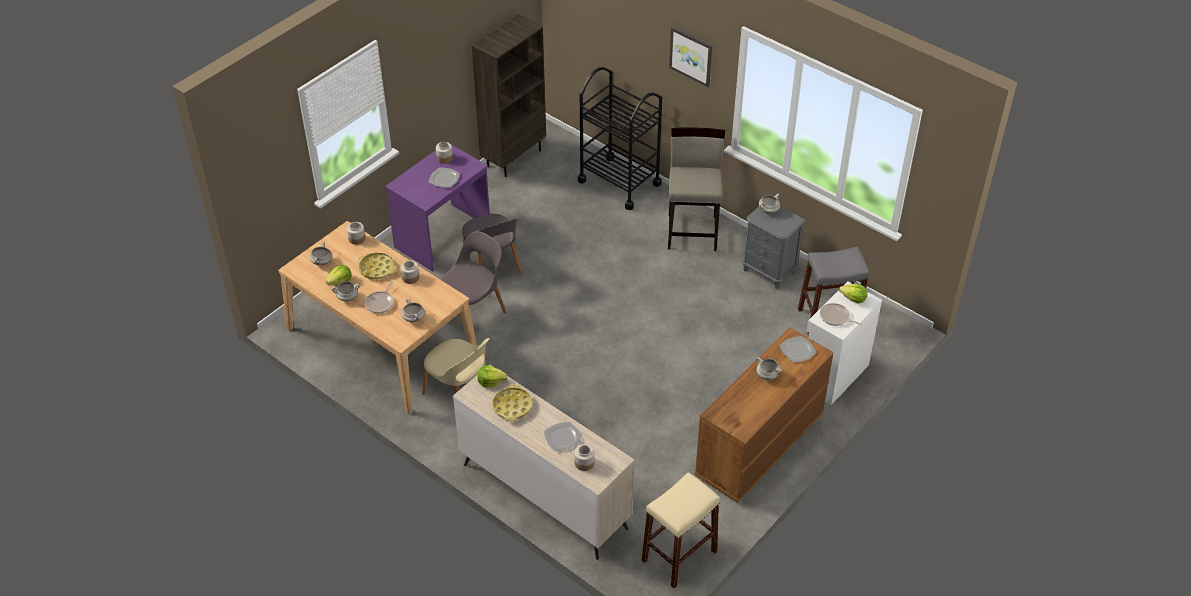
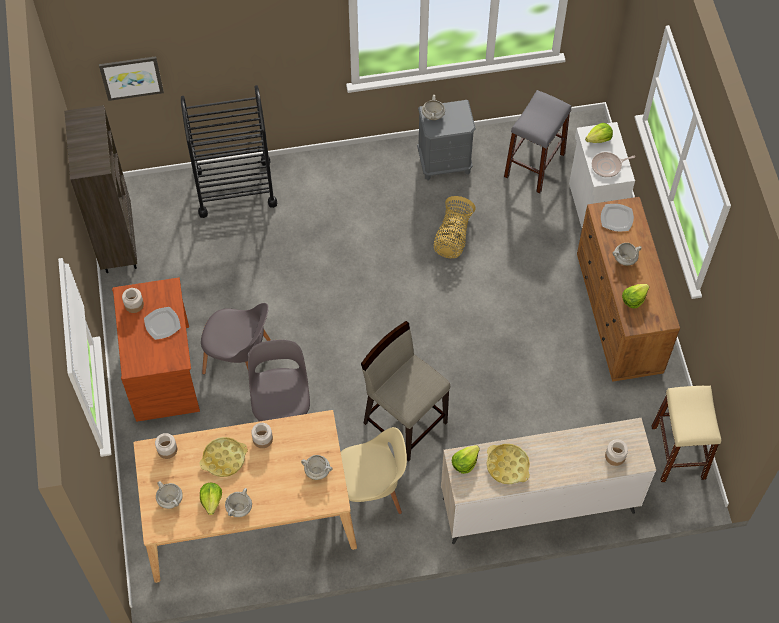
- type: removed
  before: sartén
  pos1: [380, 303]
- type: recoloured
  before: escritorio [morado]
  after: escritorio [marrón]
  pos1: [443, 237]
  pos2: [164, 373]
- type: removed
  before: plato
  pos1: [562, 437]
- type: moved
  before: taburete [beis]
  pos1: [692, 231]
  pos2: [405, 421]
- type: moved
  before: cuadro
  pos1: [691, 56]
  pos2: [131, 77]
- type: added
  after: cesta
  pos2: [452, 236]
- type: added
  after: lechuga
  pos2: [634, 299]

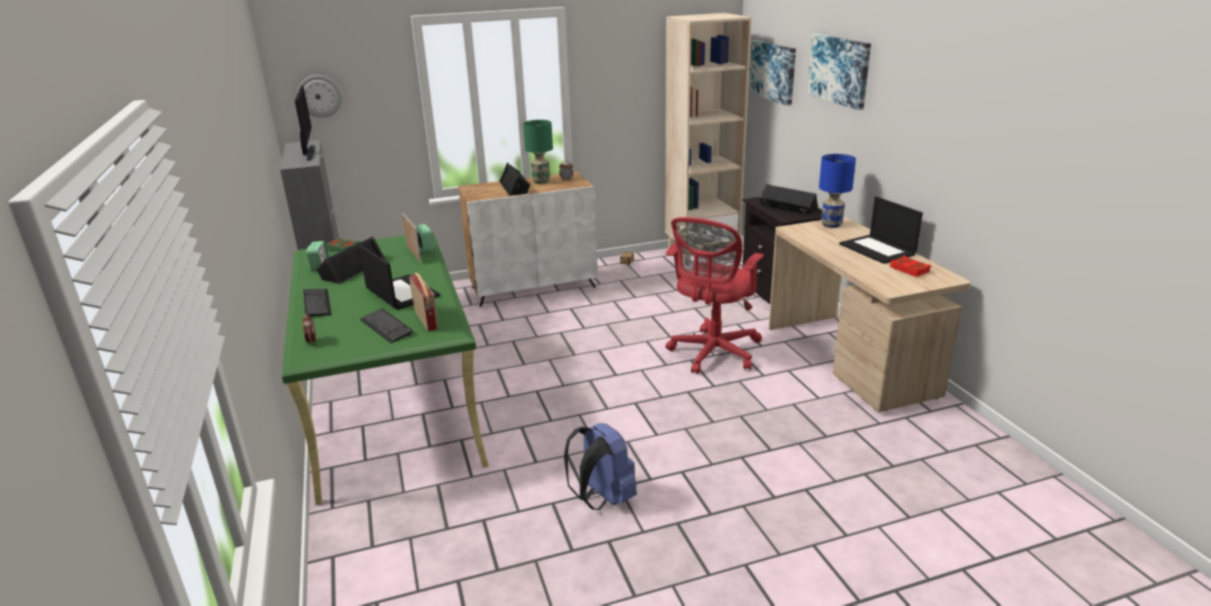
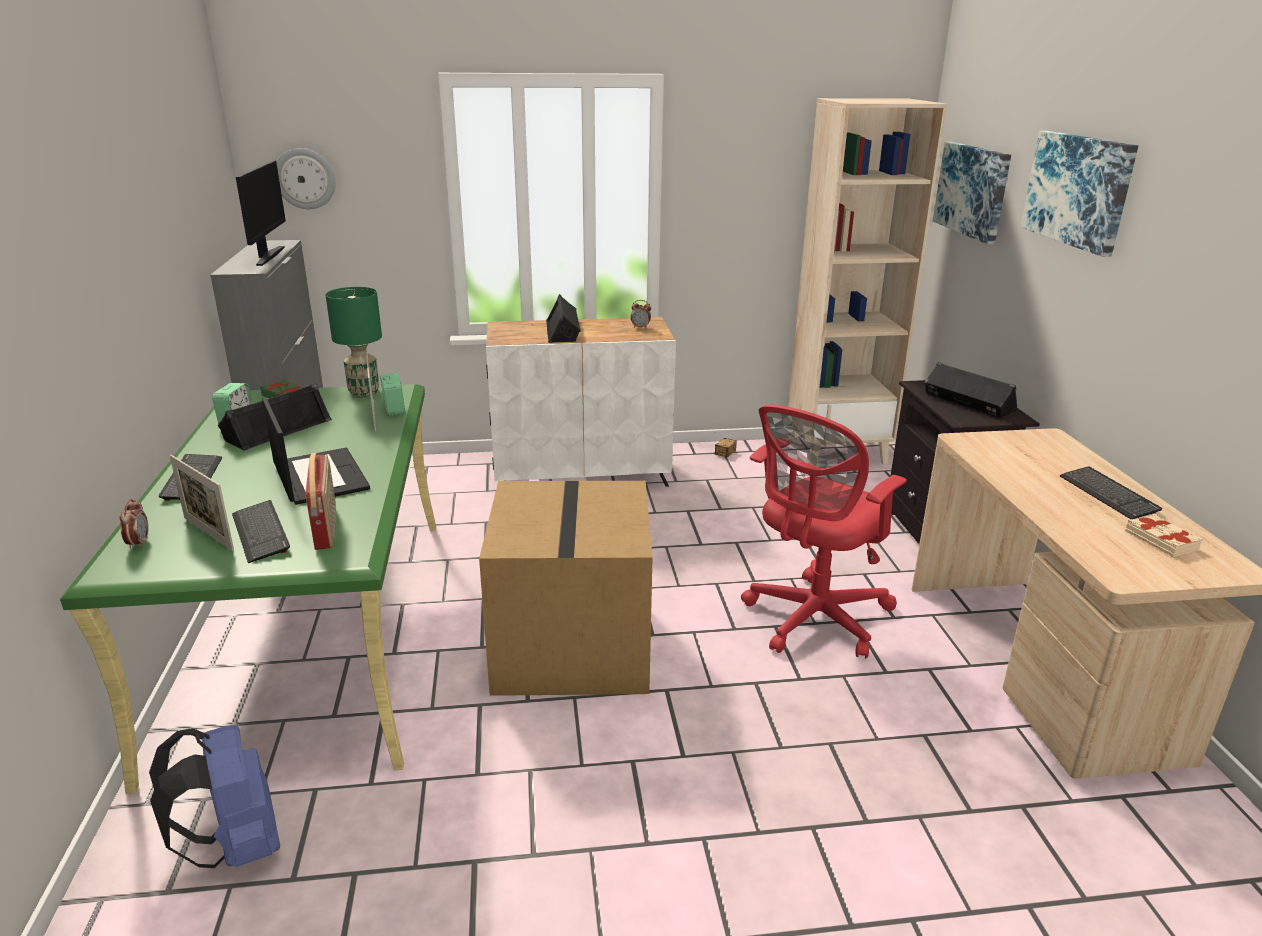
- type: moved
  before: lámpara de mesa [verde]
  pos1: [541, 182]
  pos2: [363, 392]
- type: moved
  before: mochila [azul]
  pos1: [602, 499]
  pos2: [236, 846]
- type: removed
  before: lámpara de mesa [azul]
  pos1: [832, 225]
- type: replaced
  before: portátil
  after: teclado
  pos1: [878, 249]
  pos2: [1108, 494]
- type: recoloured
  before: libro [rojo]
  after: libro [beis]
  pos1: [909, 269]
  pos2: [1161, 540]
- type: added
  after: portarretratos
  pos2: [208, 534]
- type: added
  after: caja de cartón
  pos2: [570, 644]

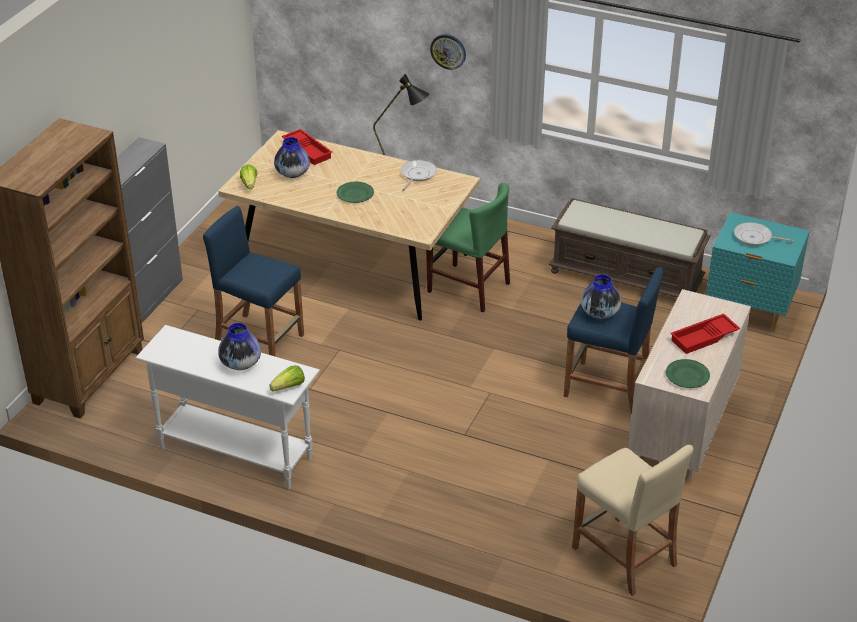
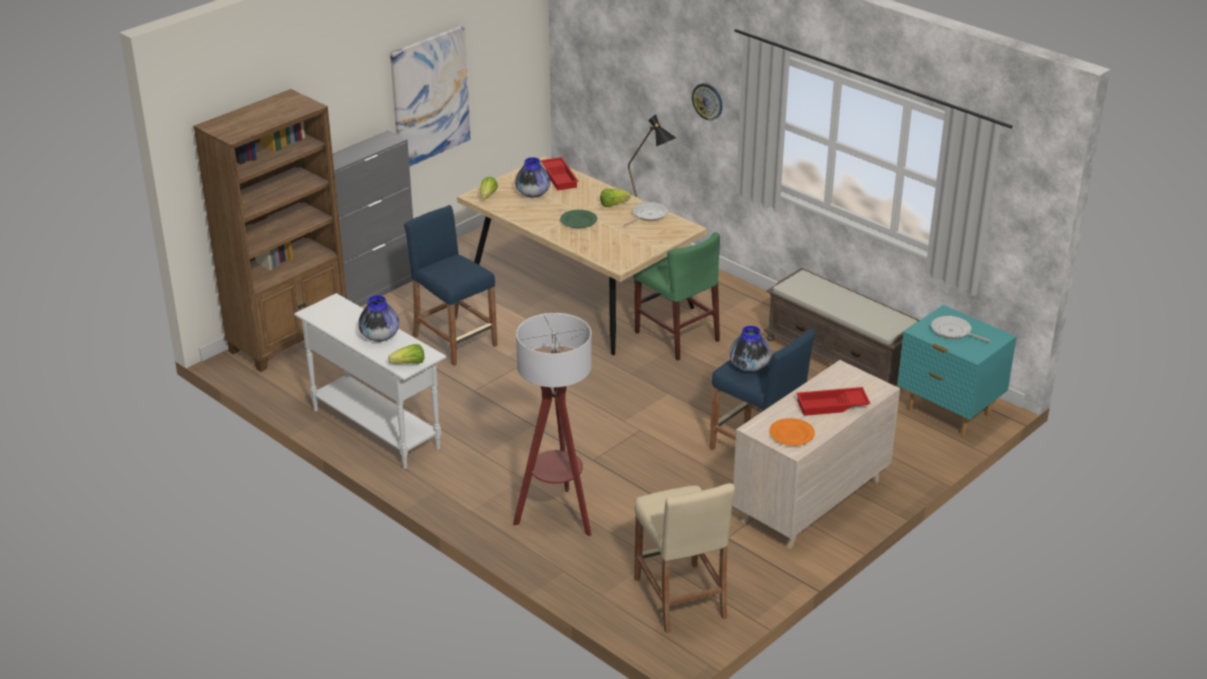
- type: recoloured
  before: plato [verde]
  after: plato [naranja]
  pos1: [687, 376]
  pos2: [791, 435]
- type: added
  after: cuadro
  pos2: [430, 97]
- type: added
  after: lámpara de pie
  pos2: [557, 516]
- type: added
  after: lechuga
  pos2: [613, 204]

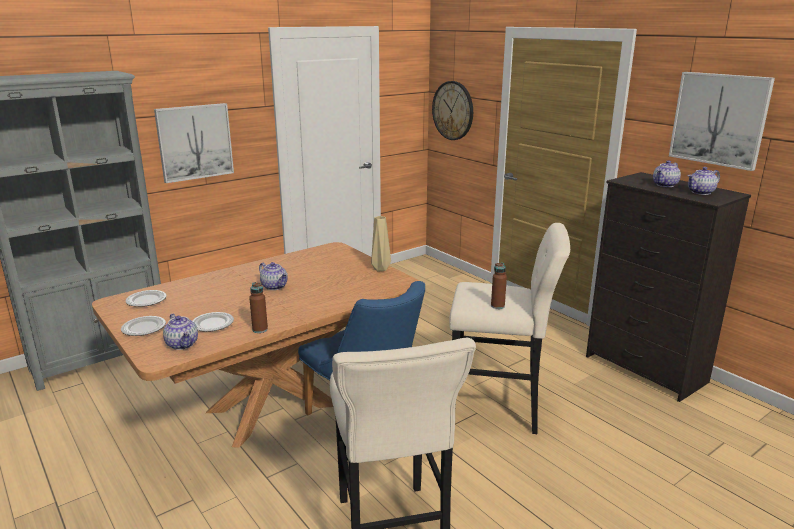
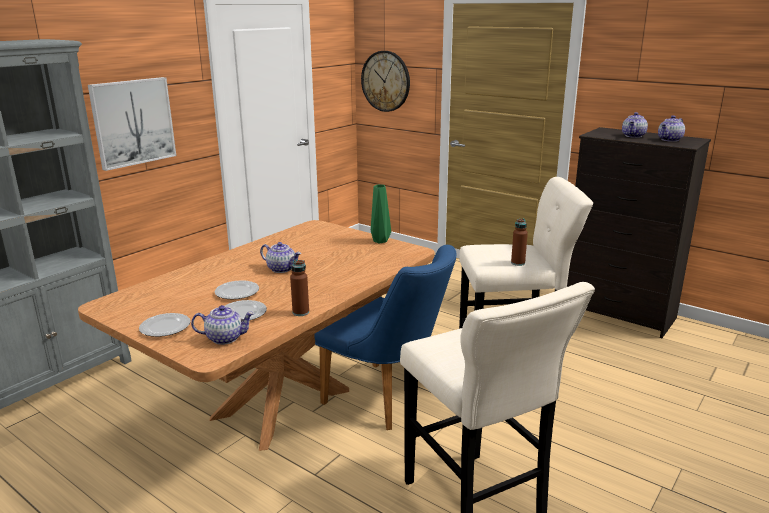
- type: moved
  before: plato
  pos1: [147, 300]
  pos2: [237, 292]
- type: turned
  before: tetera
  pos1: [182, 344]
  pos2: [225, 338]
  turn: -45
- type: recoloured
  before: florero [beis]
  after: florero [verde]
  pos1: [380, 269]
  pos2: [379, 241]
- type: removed
  before: cuadro
  pos1: [719, 119]

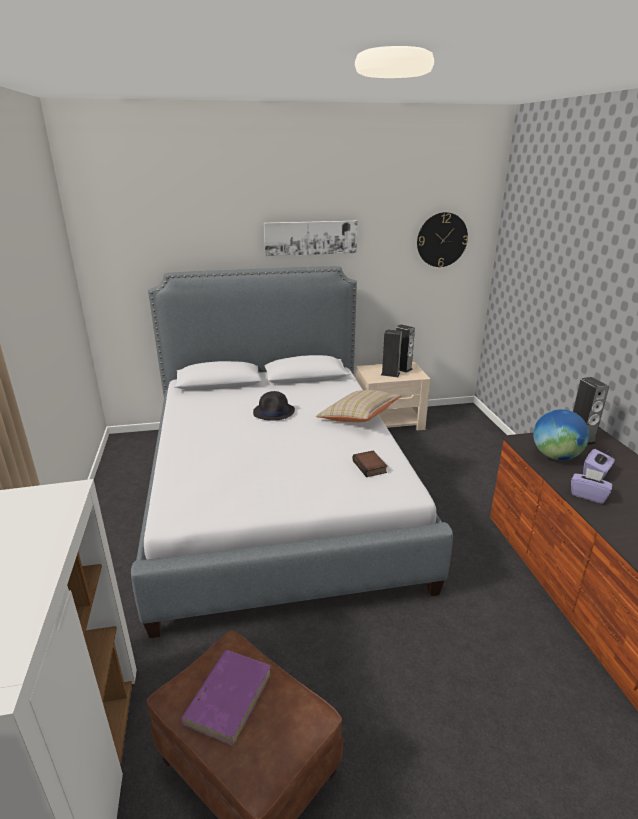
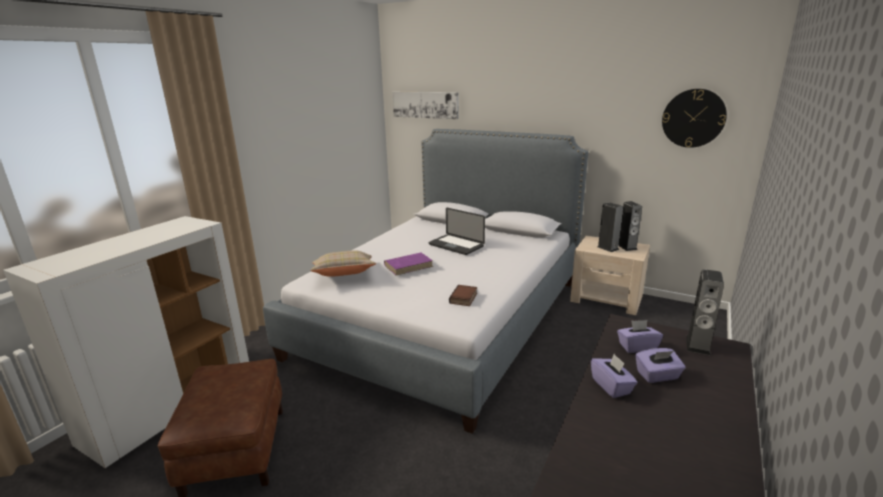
- type: moved
  before: libro [morado]
  pos1: [229, 697]
  pos2: [409, 266]
- type: replaced
  before: sombrero [negro]
  after: portátil
  pos1: [274, 412]
  pos2: [456, 245]
- type: moved
  before: cuadro
  pos1: [310, 237]
  pos2: [425, 104]
- type: moved
  before: cojín [beis]
  pos1: [358, 418]
  pos2: [344, 275]
- type: replaced
  before: globo terráqueo
  after: caja de pañuelos [morado]
  pos1: [555, 456]
  pos2: [637, 347]

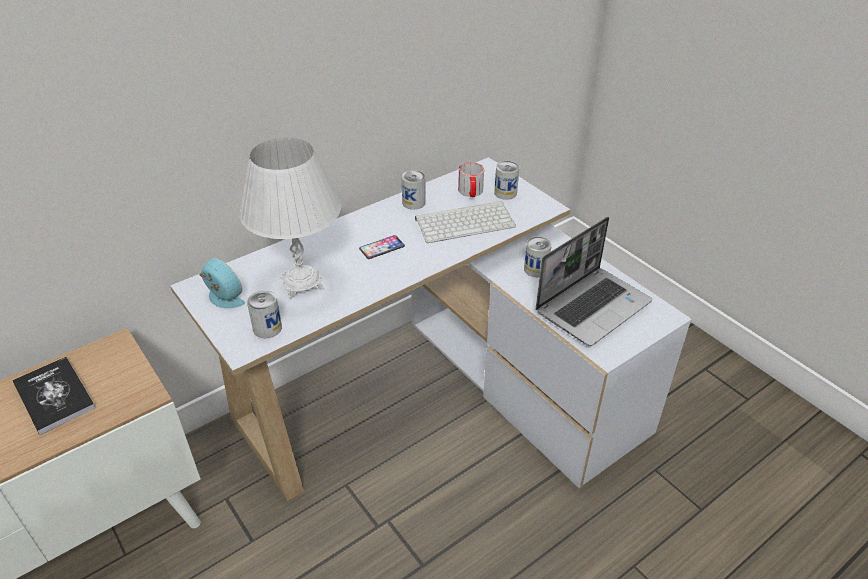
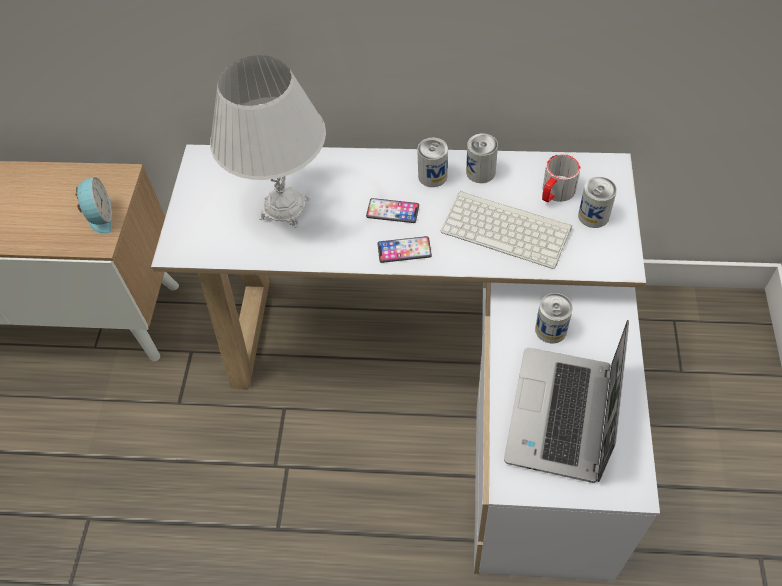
- type: removed
  before: libro
  pos1: [54, 396]
- type: moved
  before: despertador
  pos1: [223, 299]
  pos2: [100, 217]
- type: moved
  before: lata
  pos1: [267, 328]
  pos2: [432, 176]
- type: turned
  before: portátil
  pos1: [593, 306]
  pos2: [562, 417]
  turn: 105
- type: added
  after: móvil
  pos2: [404, 250]

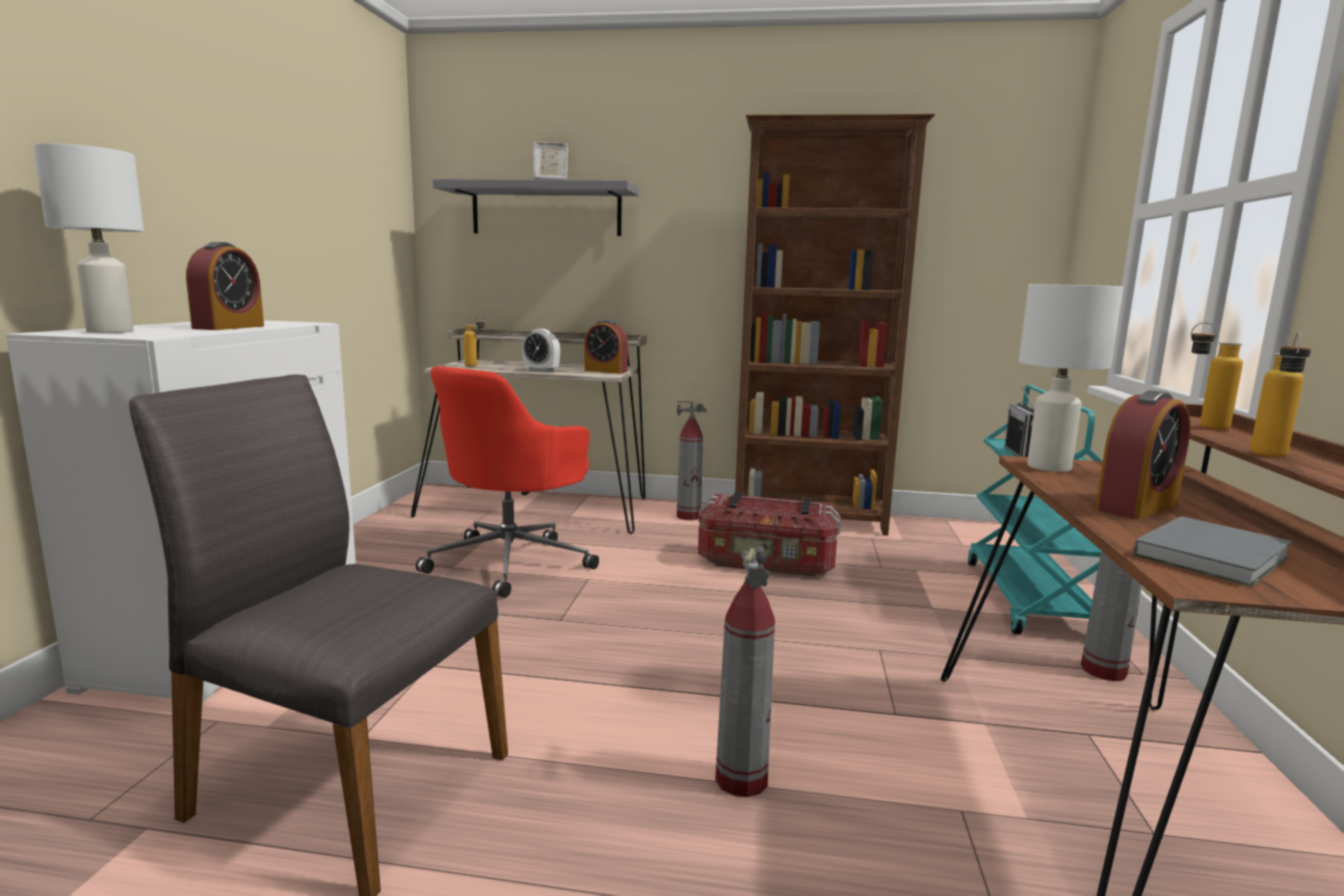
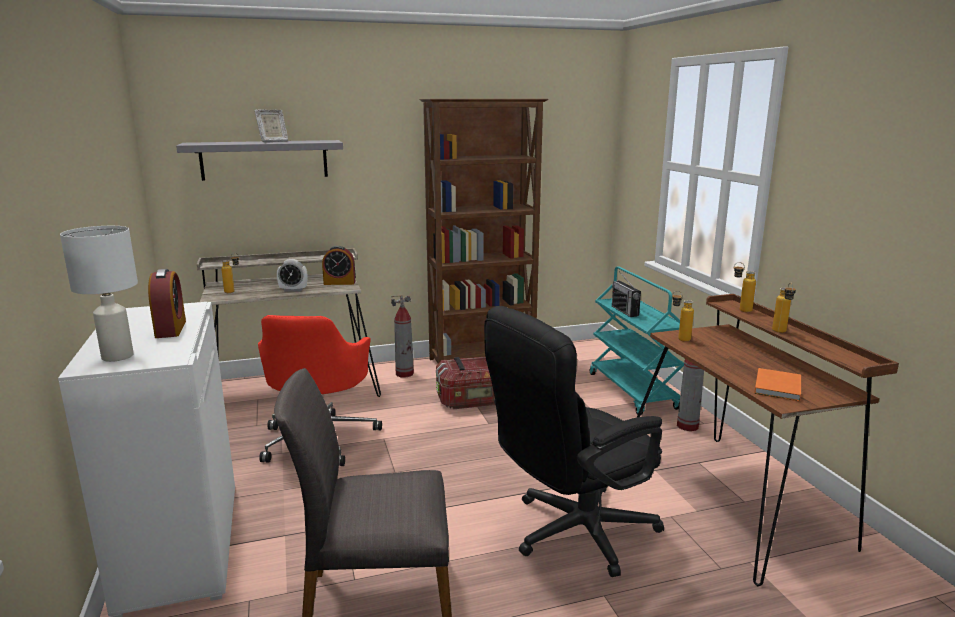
- type: replaced
  before: extintor
  after: silla de oficina [negro]
  pos1: [741, 779]
  pos2: [571, 533]
- type: replaced
  before: lámpara de mesa [blanco]
  after: botella
  pos1: [1049, 467]
  pos2: [679, 339]
- type: removed
  before: despertador
  pos1: [1137, 506]
- type: recoloured
  before: libro [gris]
  after: libro [naranja]
  pos1: [1215, 556]
  pos2: [778, 386]

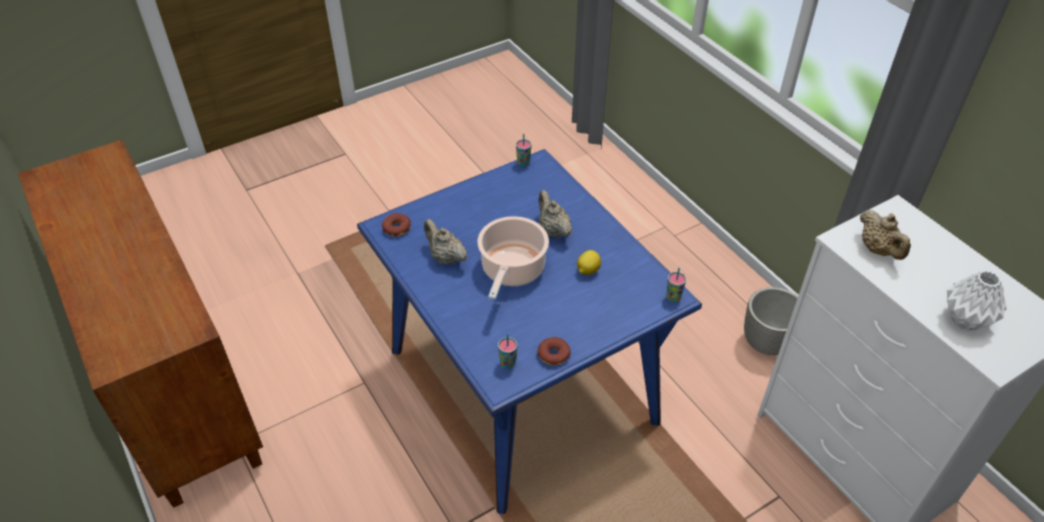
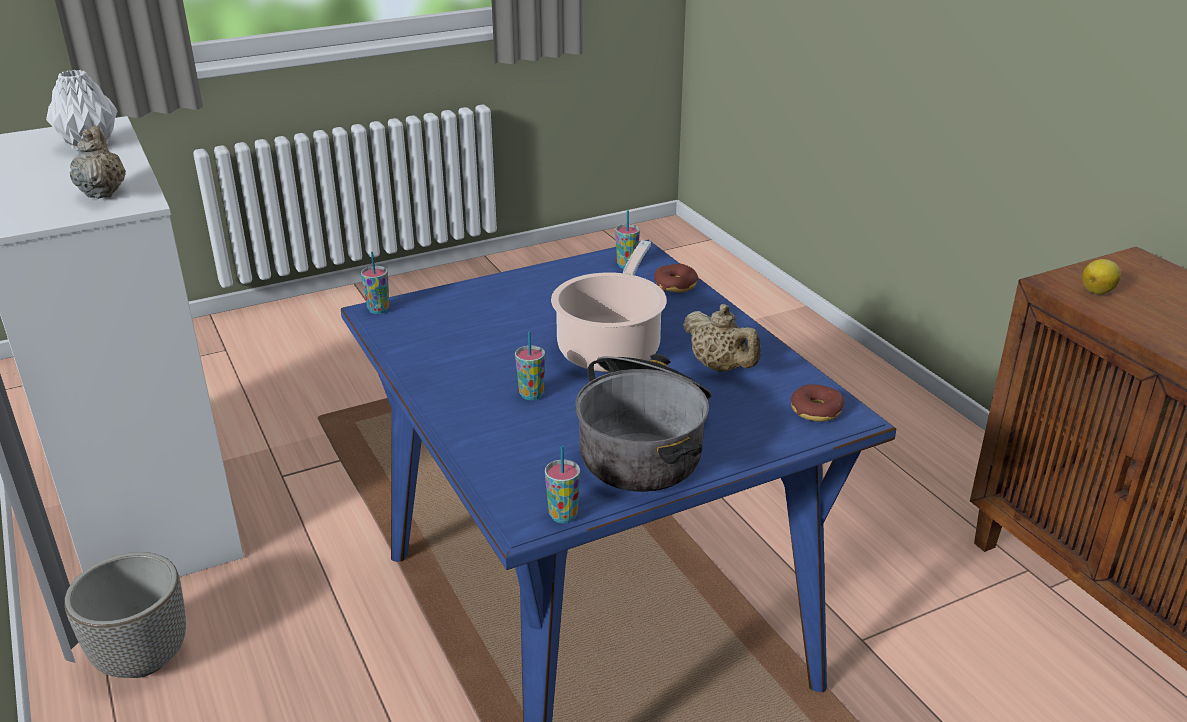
- type: moved
  before: rosquilla
  pos1: [553, 355]
  pos2: [676, 285]
- type: replaced
  before: tetera [beis]
  after: taza
  pos1: [552, 230]
  pos2: [531, 395]
- type: moved
  before: limón
  pos1: [587, 270]
  pos2: [1098, 291]
- type: added
  after: olla
  pos2: [645, 444]

